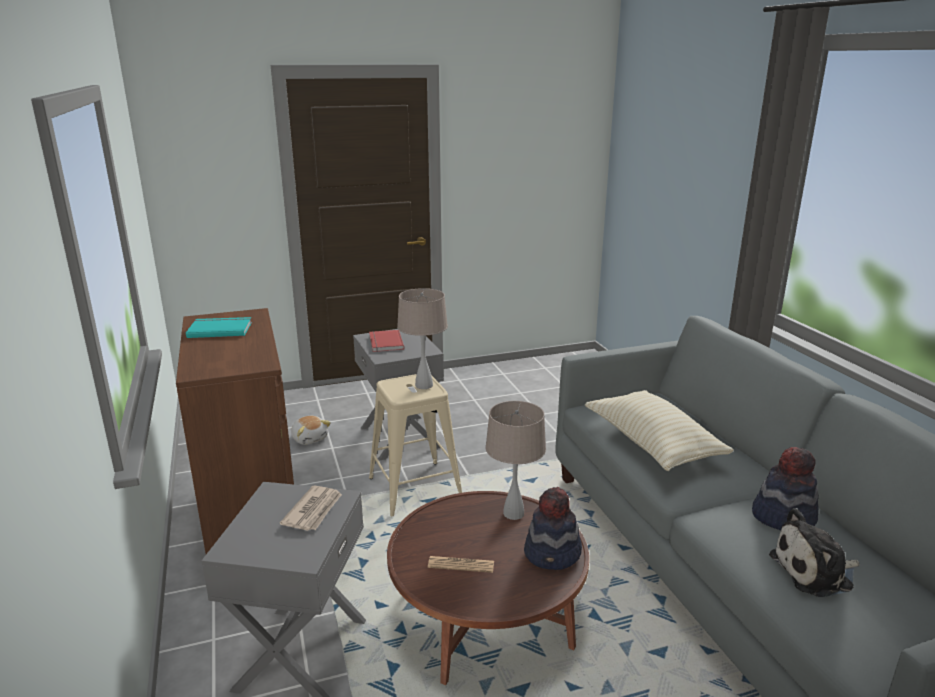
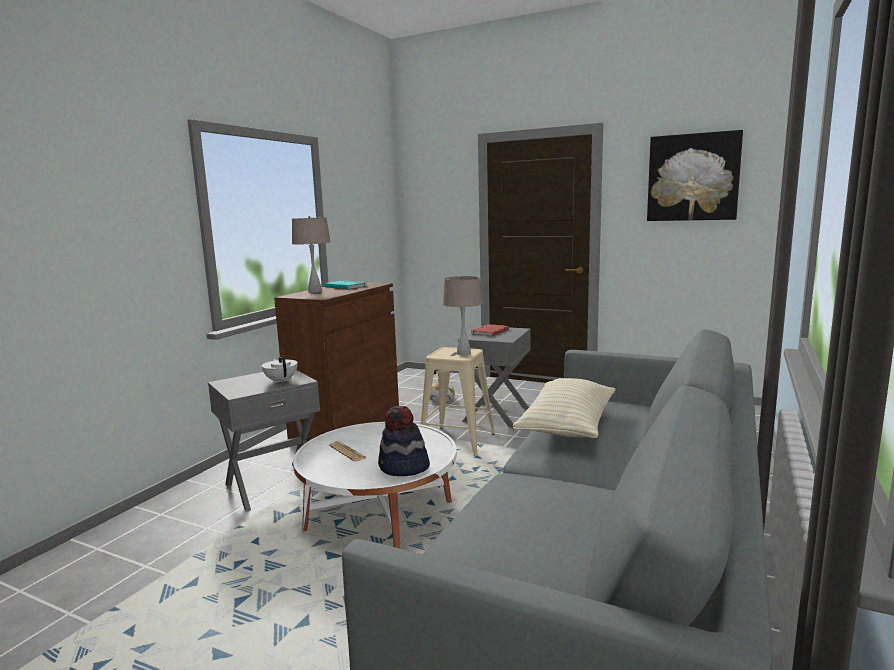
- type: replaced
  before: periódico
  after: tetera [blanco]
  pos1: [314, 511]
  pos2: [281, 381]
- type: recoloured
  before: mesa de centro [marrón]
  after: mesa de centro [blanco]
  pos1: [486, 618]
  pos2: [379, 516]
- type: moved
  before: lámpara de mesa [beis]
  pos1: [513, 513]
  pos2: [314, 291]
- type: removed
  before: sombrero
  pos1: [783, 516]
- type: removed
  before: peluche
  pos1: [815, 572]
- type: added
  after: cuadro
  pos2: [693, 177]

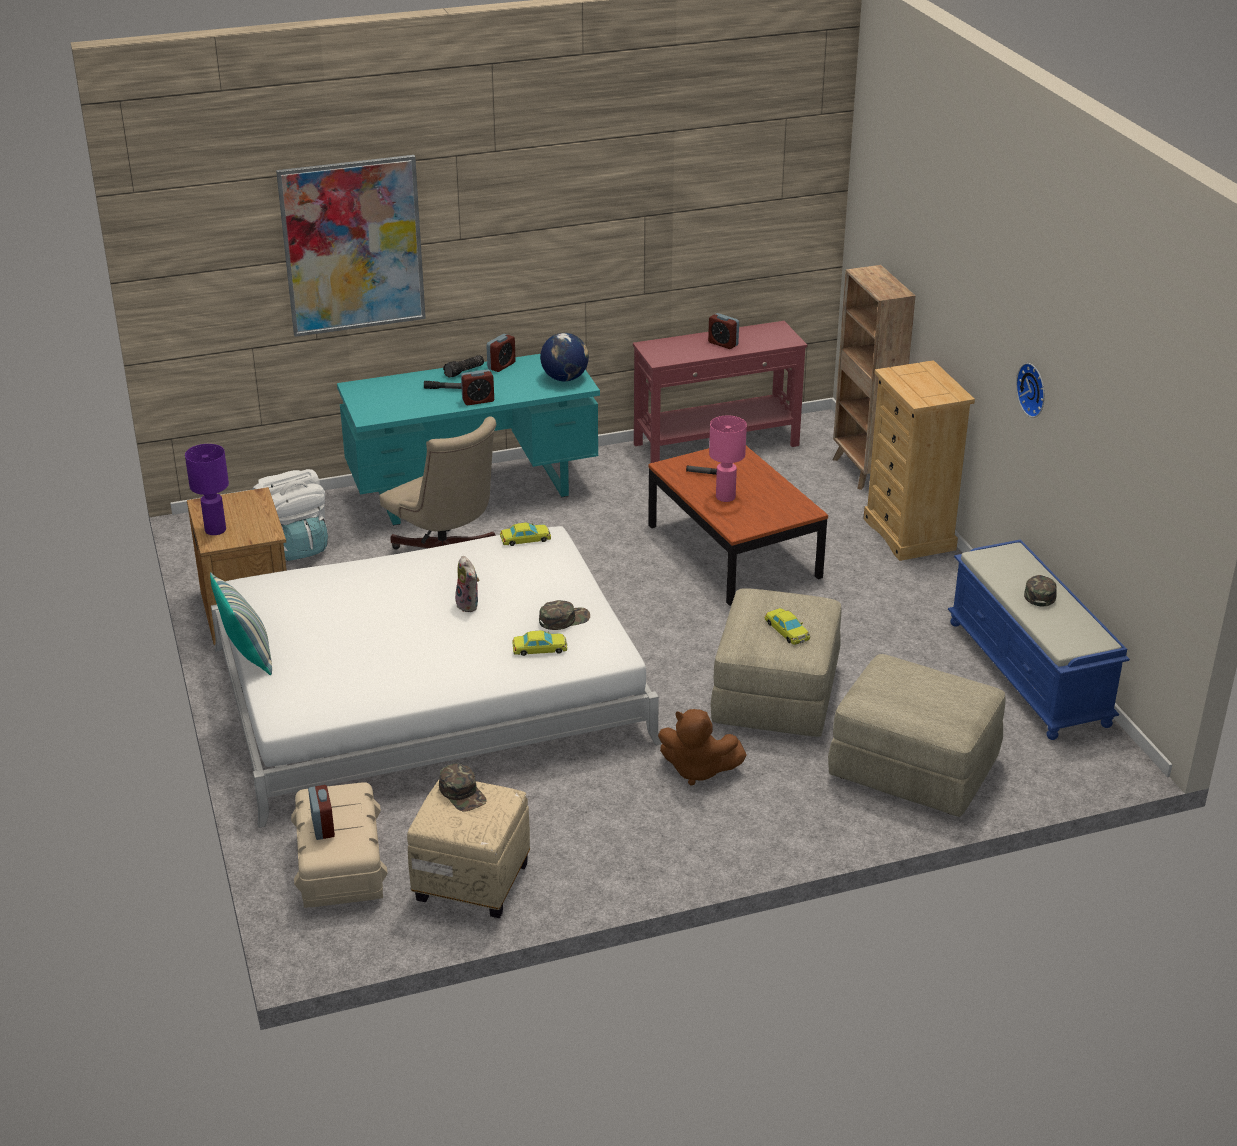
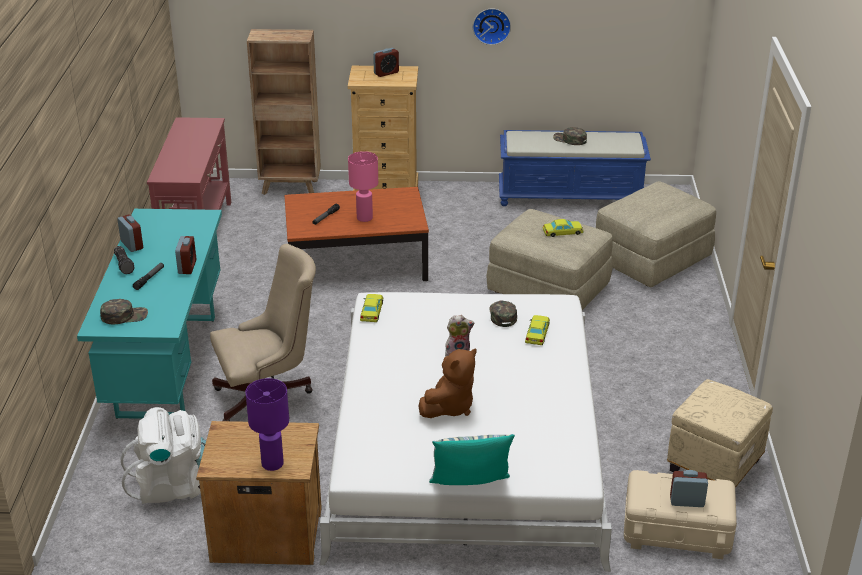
- type: removed
  before: cuadro
  pos1: [353, 246]
- type: moved
  before: gorra [verde]
  pos1: [462, 793]
  pos2: [124, 316]
- type: removed
  before: globo terráqueo
  pos1: [565, 378]
- type: moved
  before: peluche [marrón]
  pos1: [697, 770]
  pos2: [450, 407]
- type: moved
  before: despertador
  pos1: [723, 344]
  pos2: [386, 73]

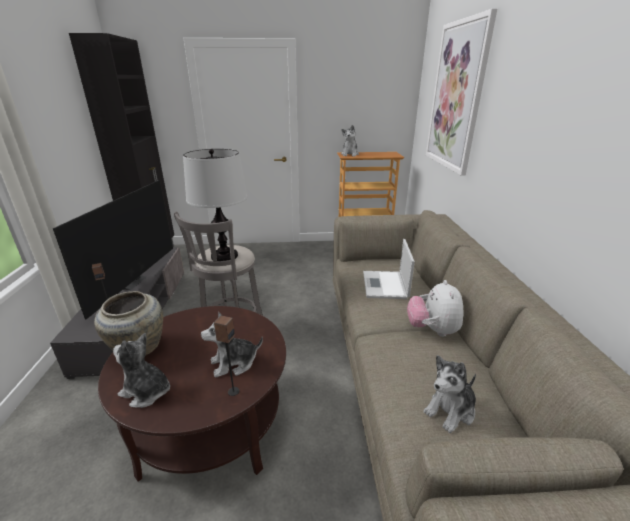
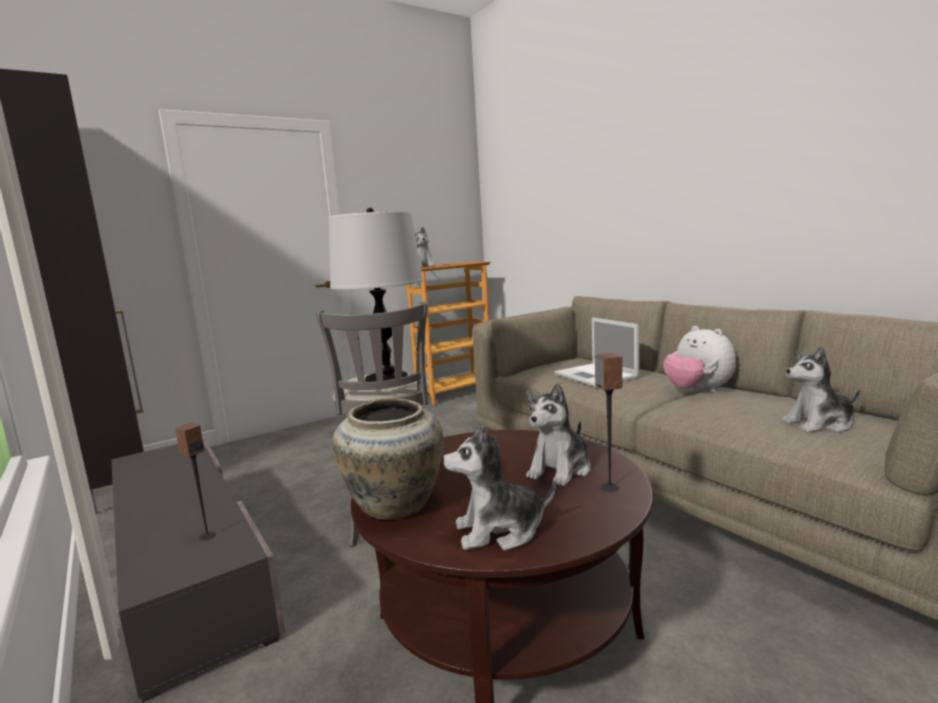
- type: removed
  before: televisor
  pos1: [131, 282]
- type: turned
  before: peluche
  pos1: [450, 410]
  pos2: [819, 424]
  turn: 60
- type: removed
  before: cuadro
  pos1: [456, 97]

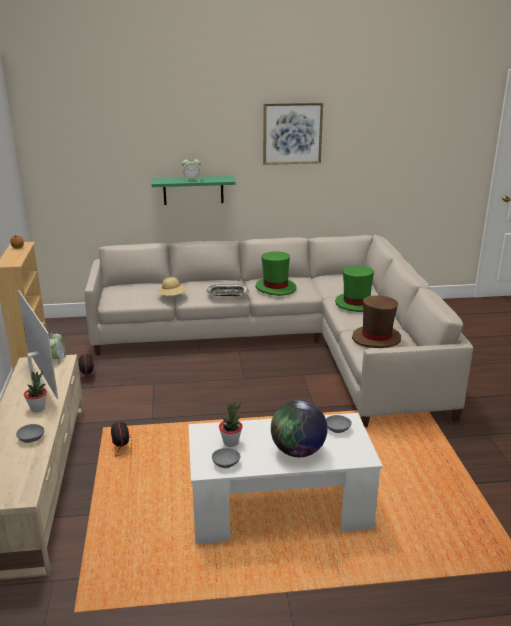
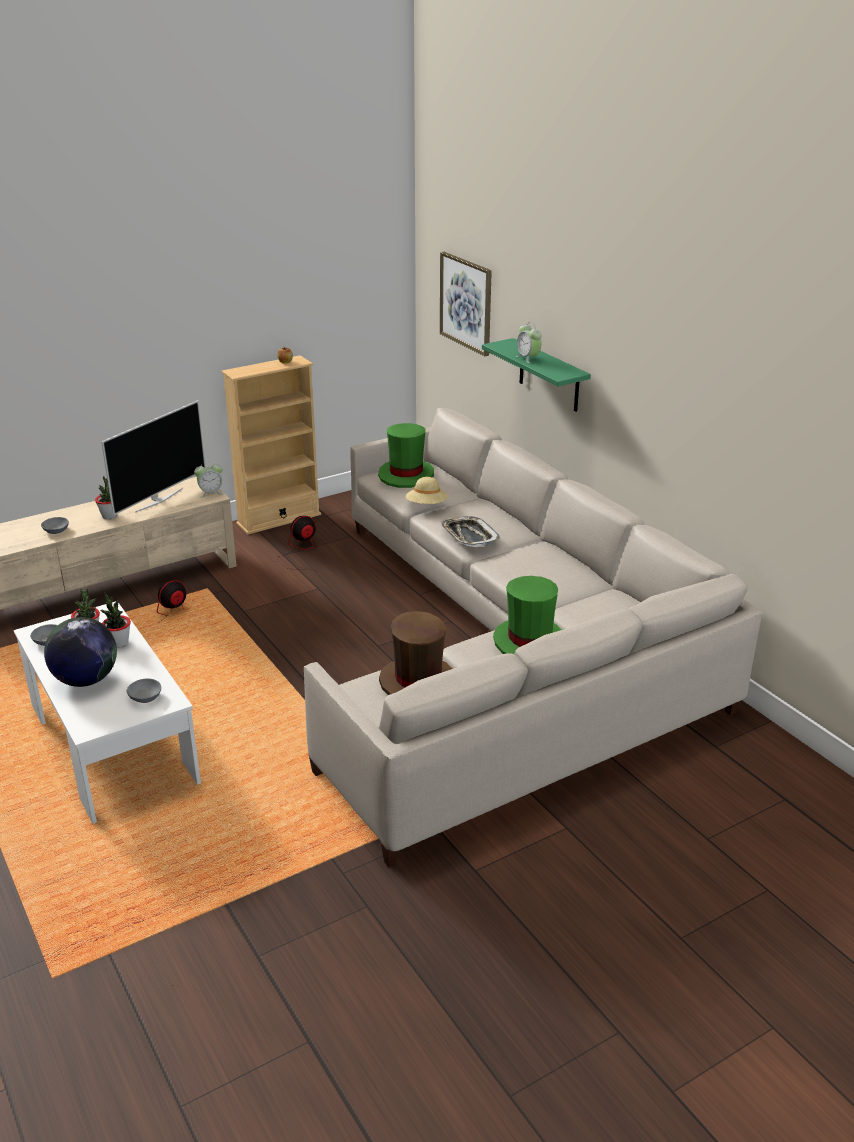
- type: moved
  before: sombrero [verde]
  pos1: [276, 288]
  pos2: [406, 475]
- type: moved
  before: cuadro
  pos1: [292, 133]
  pos2: [466, 303]
- type: added
  after: planta en maceta
  pos2: [119, 643]

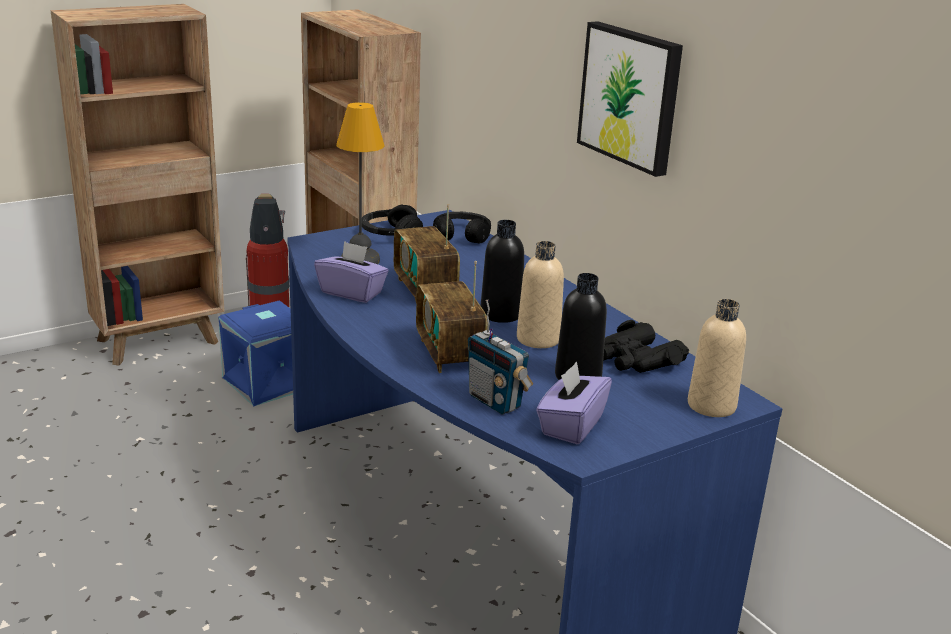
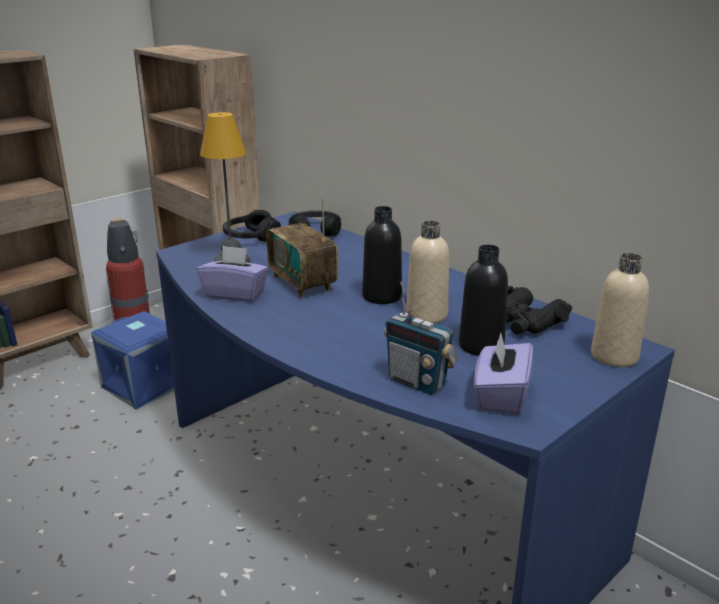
- type: removed
  before: radio
  pos1: [449, 354]
- type: removed
  before: cuadro
  pos1: [631, 96]

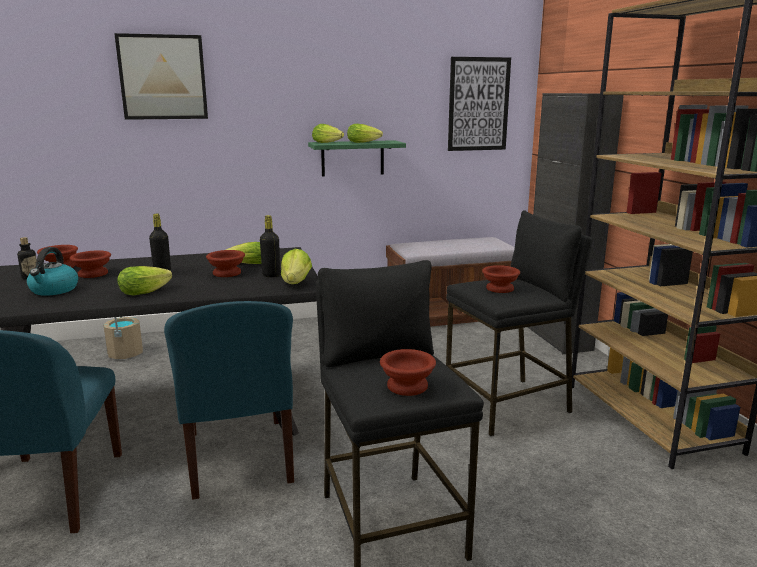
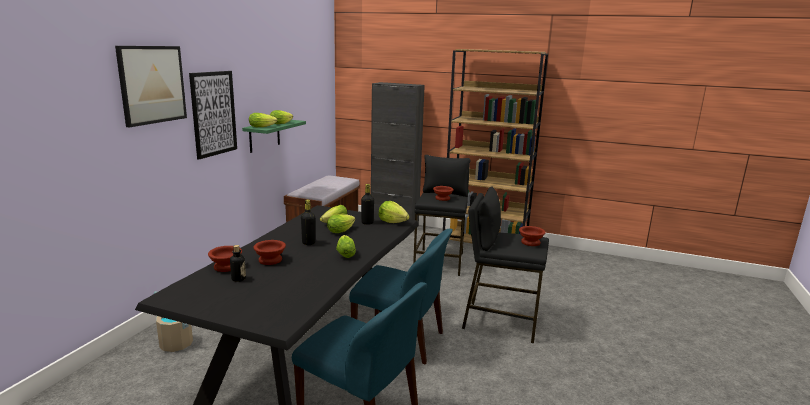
- type: removed
  before: hervidor
  pos1: [54, 290]
- type: replaced
  before: cuenco [marrón]
  after: lechuga
  pos1: [226, 273]
  pos2: [342, 230]
- type: moved
  before: cuadro
  pos1: [478, 104]
  pos2: [214, 113]

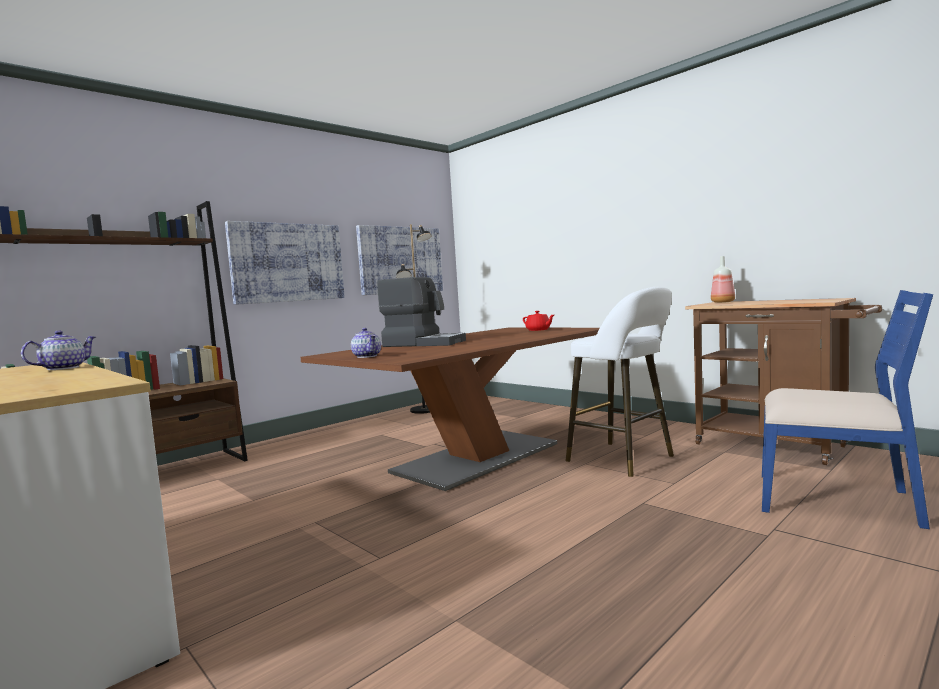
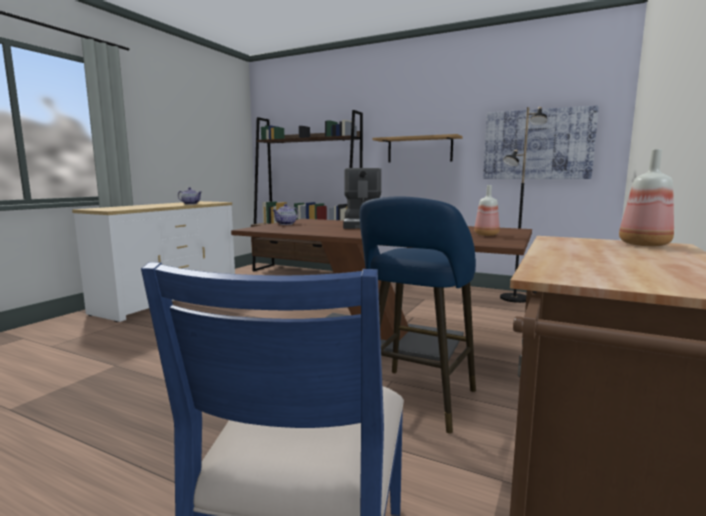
- type: replaced
  before: cuadro
  after: estante
  pos1: [287, 263]
  pos2: [419, 149]
- type: replaced
  before: tetera [rojo]
  after: botella
  pos1: [538, 330]
  pos2: [487, 235]
- type: recoloured
  before: taburete [blanco]
  after: taburete [azul]
  pos1: [625, 460]
  pos2: [415, 402]

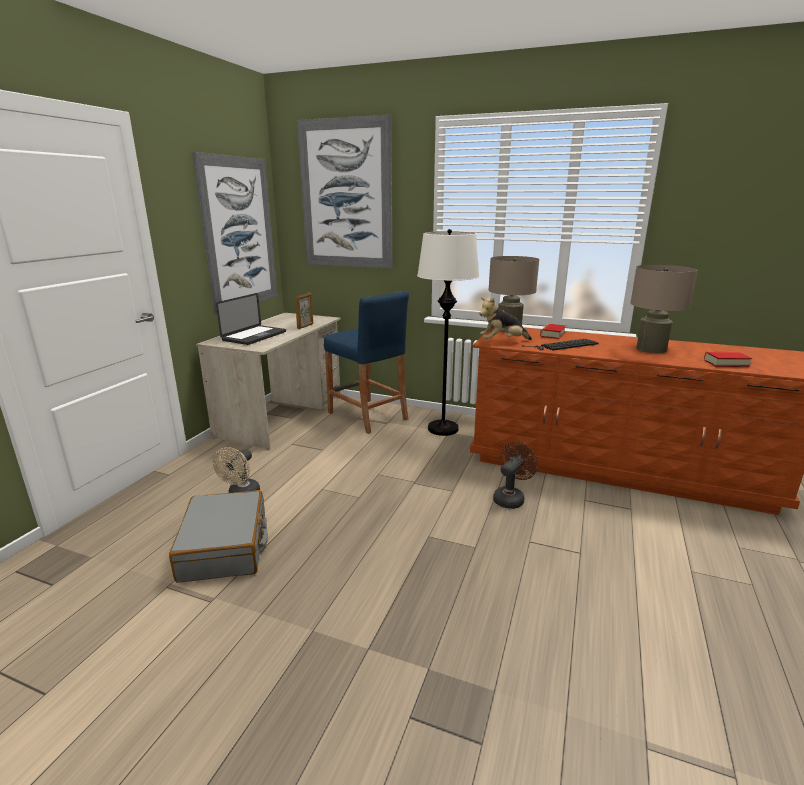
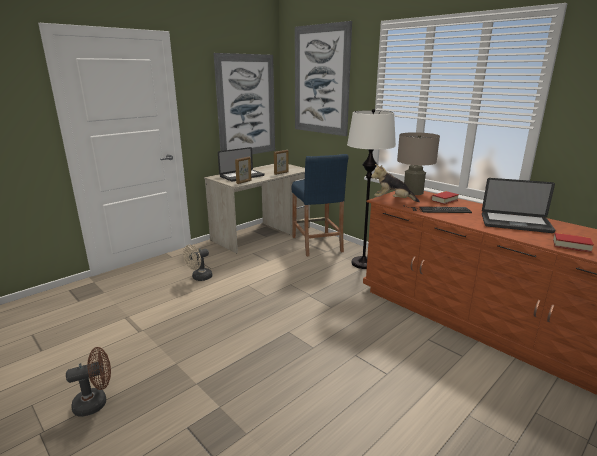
- type: removed
  before: maleta [gris]
  pos1: [225, 547]
- type: moved
  before: ventilador [marrón]
  pos1: [511, 498]
  pos2: [96, 402]
- type: replaced
  before: lámpara de mesa [beis]
  after: portátil
  pos1: [651, 349]
  pos2: [515, 223]
- type: added
  after: portarretratos
  pos2: [244, 182]

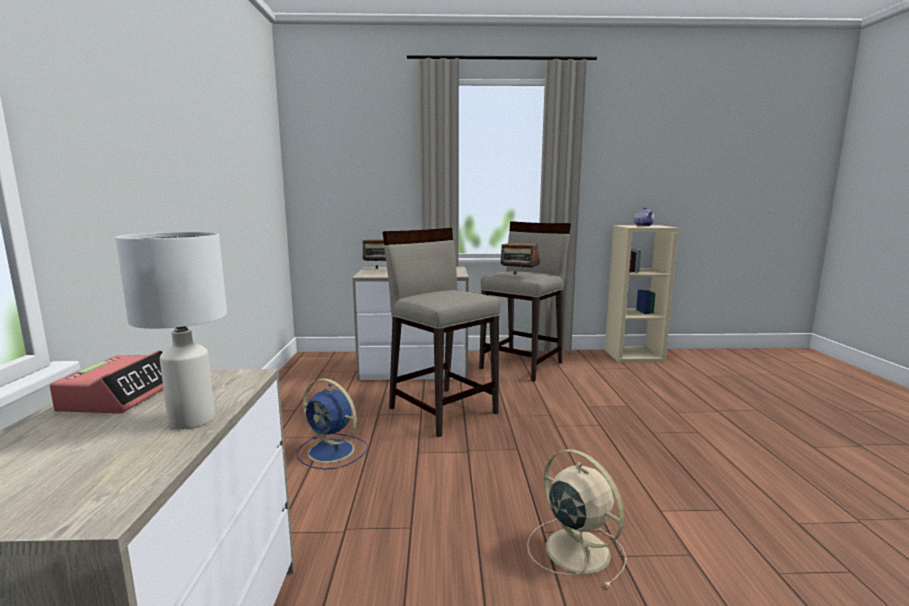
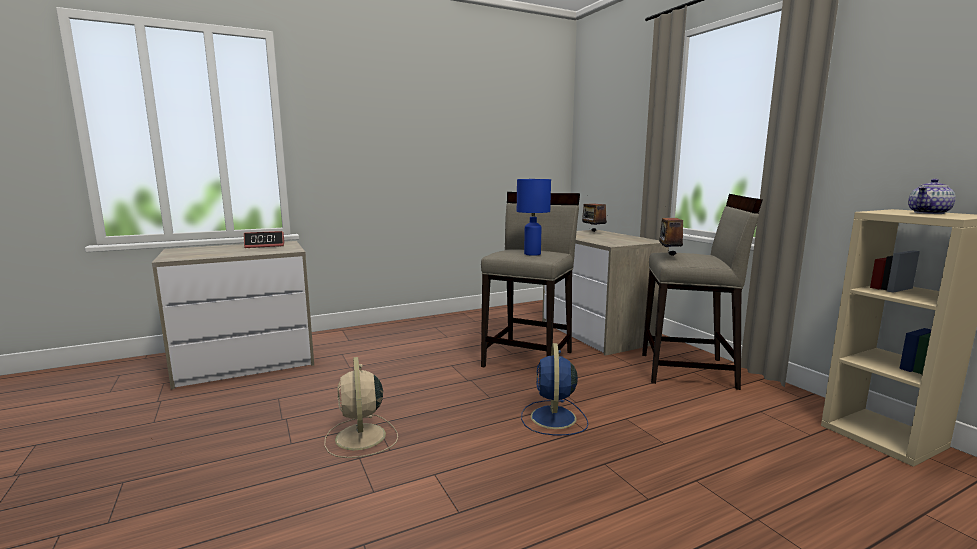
- type: removed
  before: lámpara de mesa [blanco]
  pos1: [191, 420]
- type: moved
  before: ventilador [azul]
  pos1: [333, 451]
  pos2: [553, 418]
- type: turned
  before: ventilador [beis]
  pos1: [575, 548]
  pos2: [361, 438]
  turn: 135
- type: added
  after: lámpara de mesa [azul]
  pos2: [532, 254]

